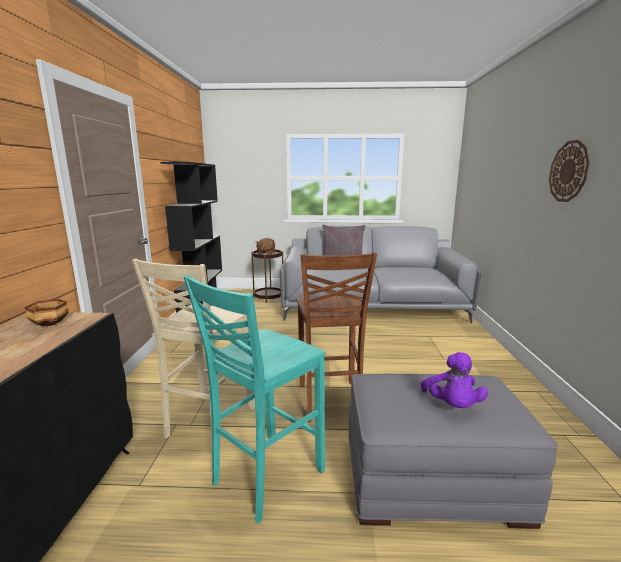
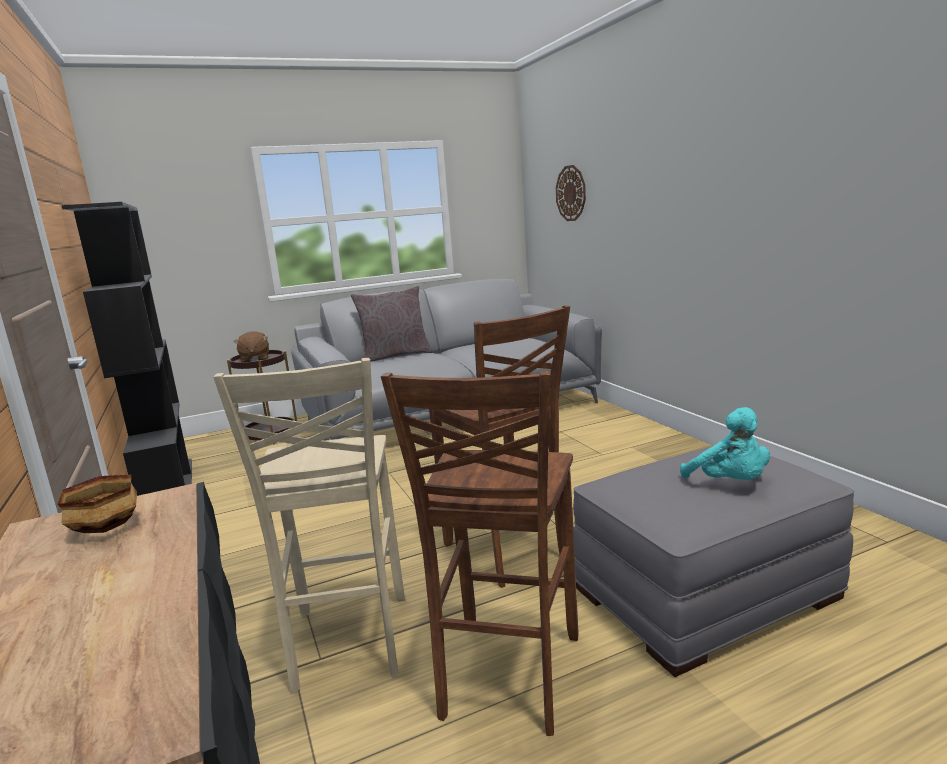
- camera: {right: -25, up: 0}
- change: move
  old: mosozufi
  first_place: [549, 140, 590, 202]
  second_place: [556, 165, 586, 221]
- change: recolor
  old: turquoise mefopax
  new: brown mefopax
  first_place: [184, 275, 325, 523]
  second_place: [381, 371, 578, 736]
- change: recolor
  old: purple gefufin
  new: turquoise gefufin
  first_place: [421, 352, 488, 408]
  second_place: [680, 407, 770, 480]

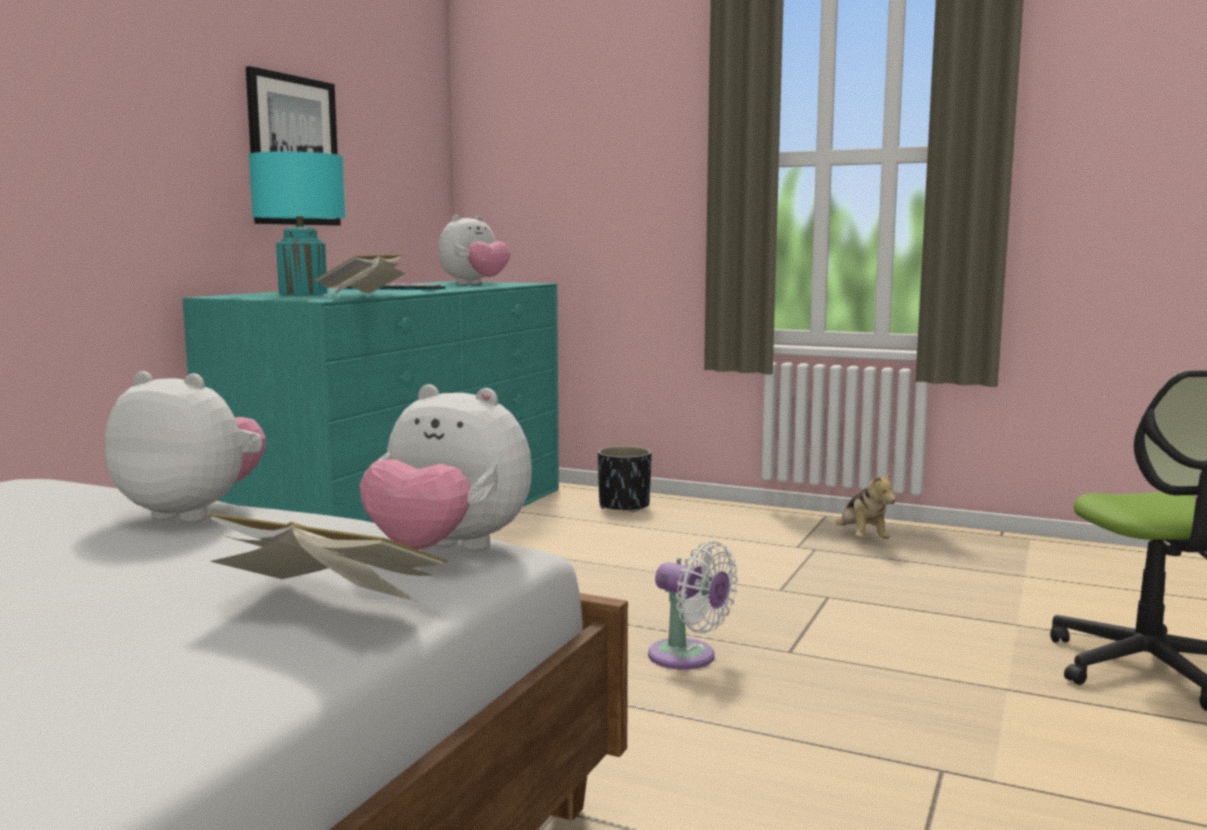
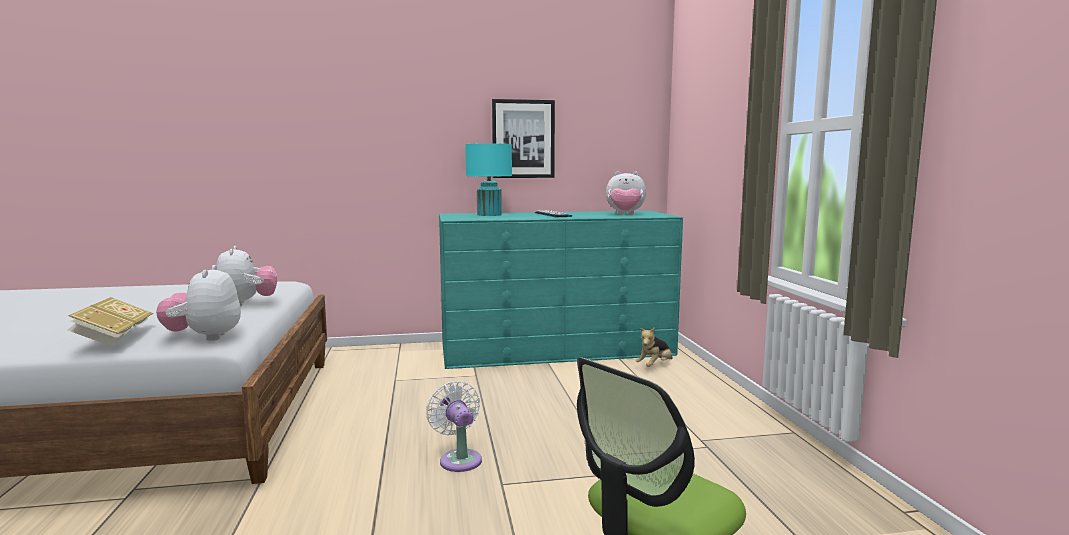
- camera: {right: 55, up: 0}
- change: delete
  old: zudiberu
  first_place: [313, 254, 406, 297]
- change: delete
  old: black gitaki
  first_place: [598, 446, 652, 512]
- change: move
  old: gefufin
  first_place: [836, 471, 896, 539]
  second_place: [635, 327, 672, 367]
- change: rotate
  old: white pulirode
  first_place: [648, 541, 738, 670]
  second_place: [426, 381, 482, 472]
  degrees: 150

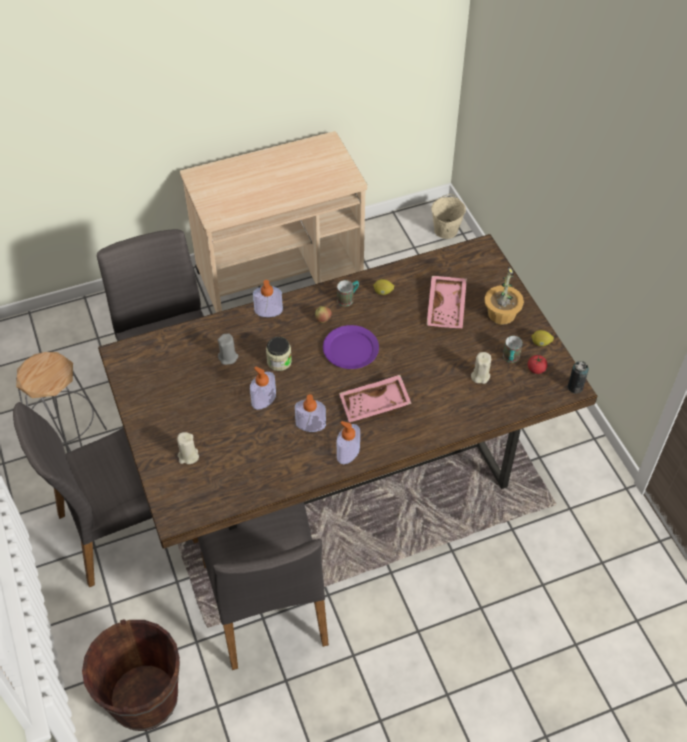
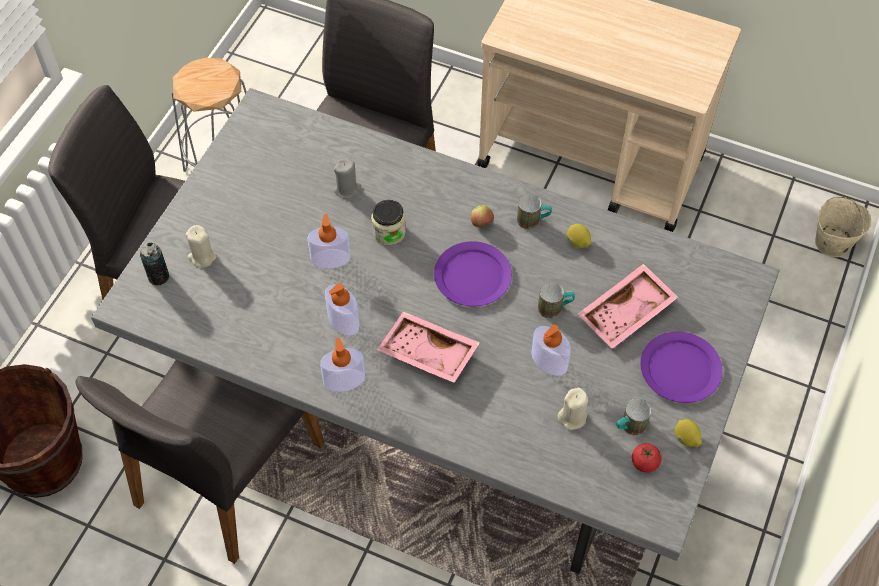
- camera: {right: 45, up: 5}
- change: insert
  new: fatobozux
  second_place: [538, 282, 575, 319]
- change: move
  old: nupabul
  first_place: [253, 280, 283, 317]
  second_place: [531, 325, 571, 376]
- change: move
  old: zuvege
  first_place: [568, 361, 589, 393]
  second_place: [140, 243, 169, 285]
- change: replace
  old: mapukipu
  new: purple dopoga
  first_place: [484, 266, 524, 324]
  second_place: [640, 331, 723, 403]
- change: recolor
  old: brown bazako
  new: grey bazako
  first_place: [98, 234, 597, 549]
  second_place: [91, 88, 779, 574]

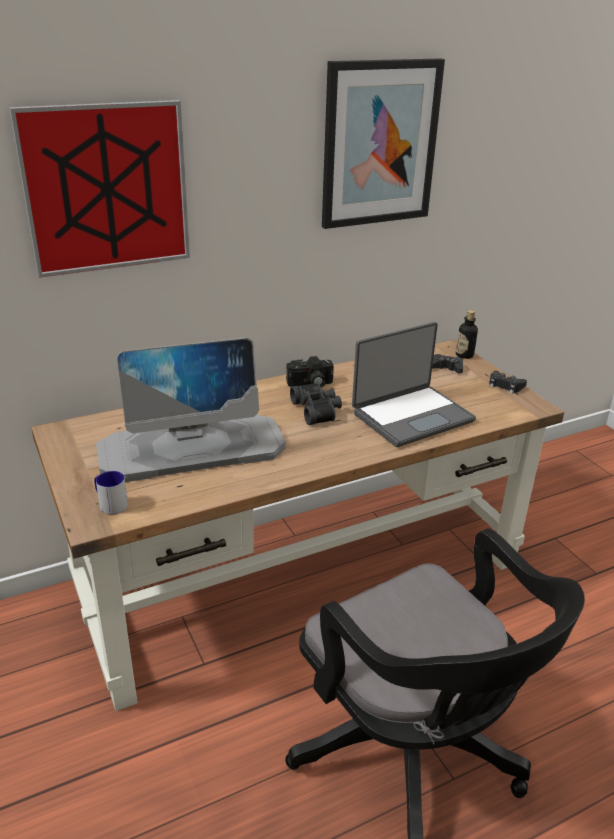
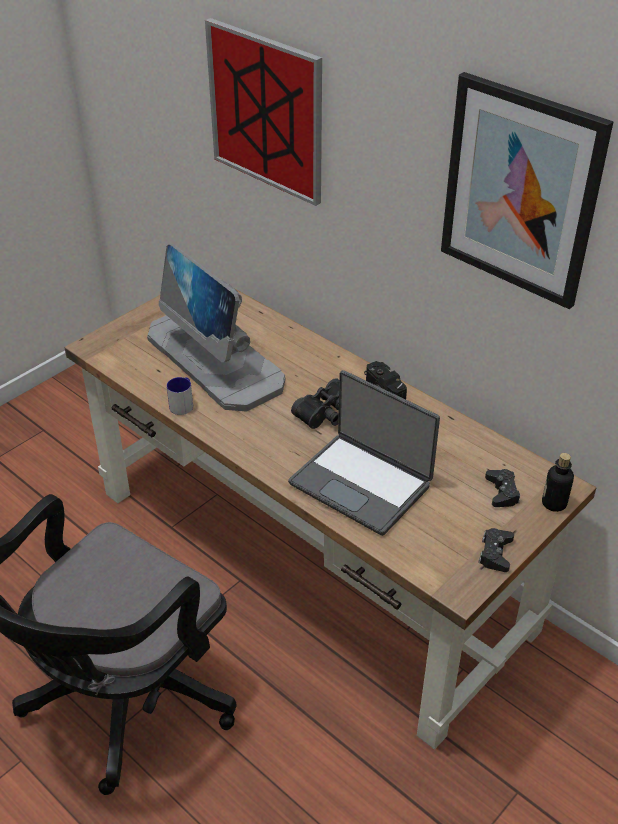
- camera: {right: 70, up: 10}
- change: move
  old: fatobozux
  first_place: [94, 471, 128, 514]
  second_place: [167, 377, 193, 415]

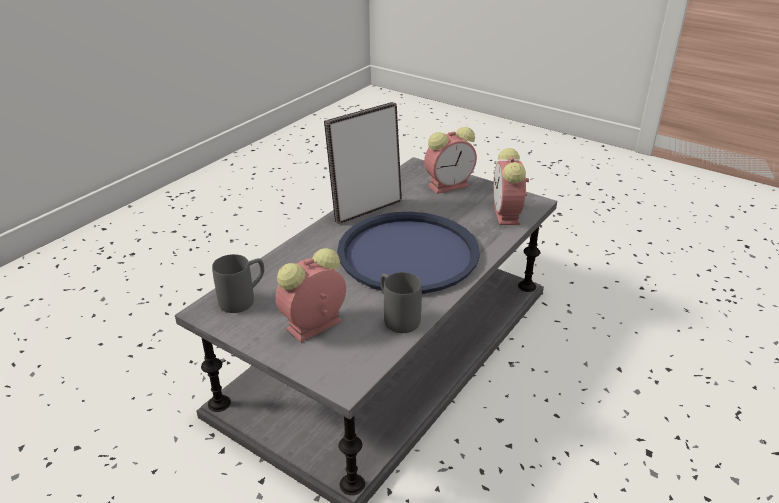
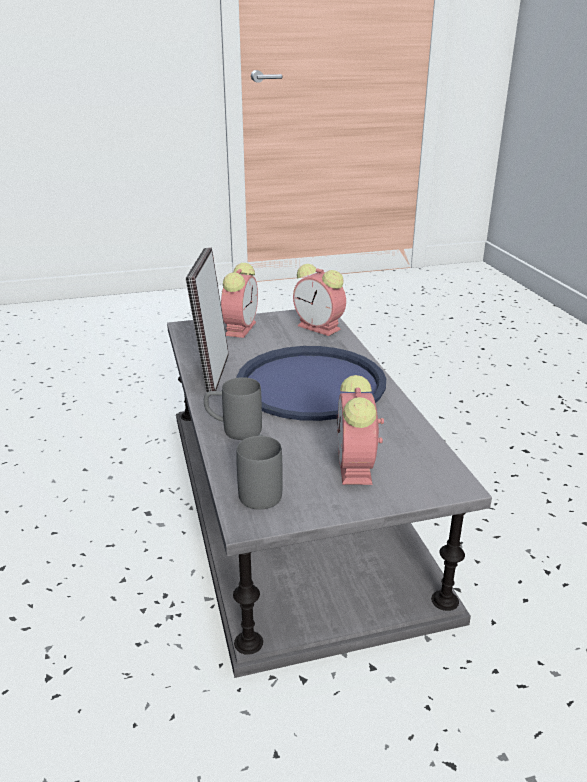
- camera: {right: -50, up: -5}
- change: move
  old: grey fatobozux
  first_place: [380, 272, 422, 333]
  second_place: [204, 377, 262, 440]

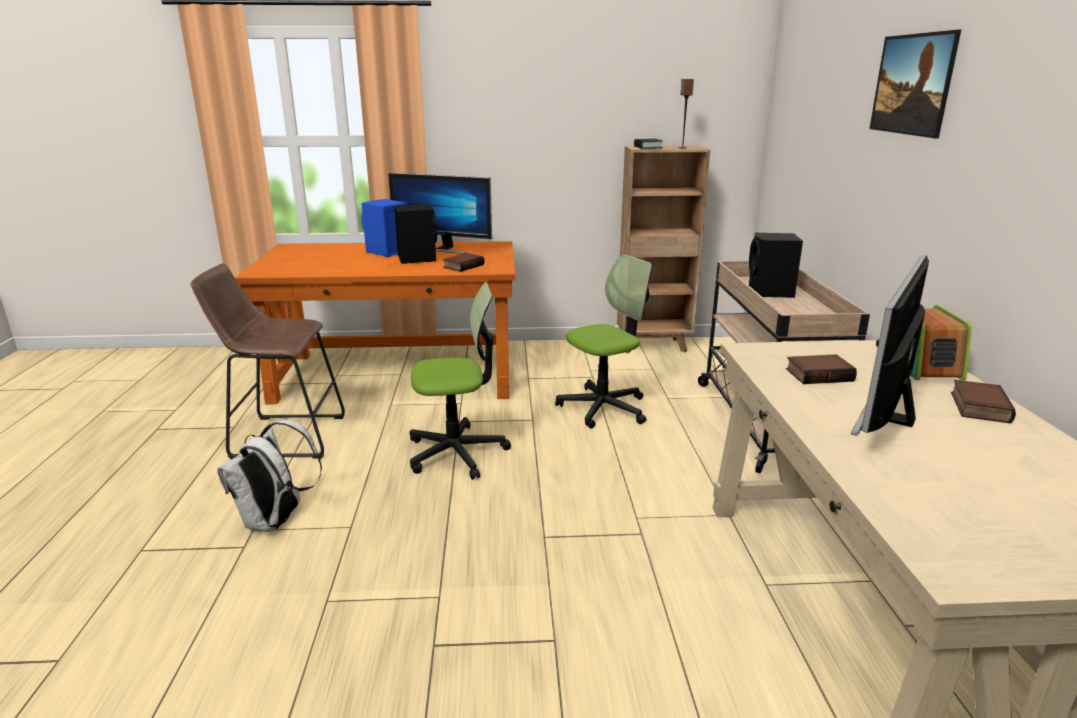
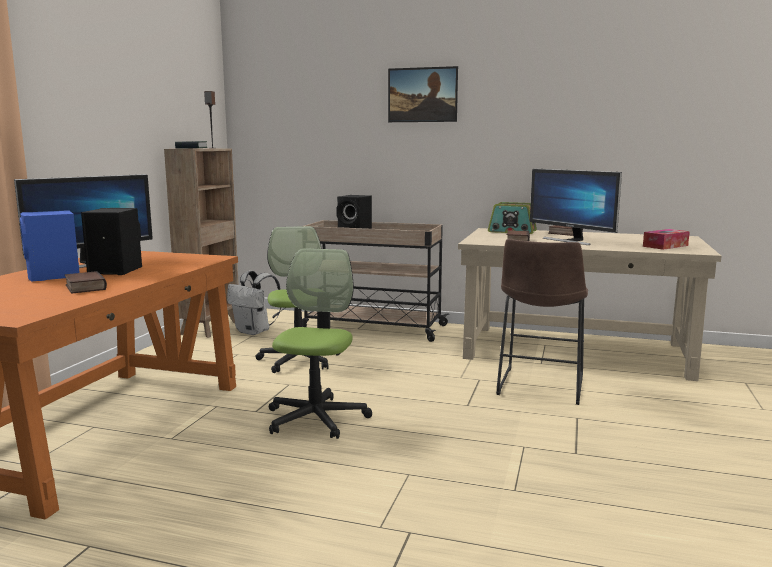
- camera: {right: -70, up: -10}
- change: insert
  new: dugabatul
  second_place: [643, 229, 690, 250]
- change: move
  old: brown mefopax
  first_place: [190, 263, 345, 459]
  second_place: [496, 239, 588, 405]
- change: move
  old: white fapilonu
  first_place: [217, 420, 322, 532]
  second_place: [227, 271, 281, 335]
- change: move
  old: zudiberu
  first_place: [443, 253, 484, 272]
  second_place: [65, 271, 107, 293]

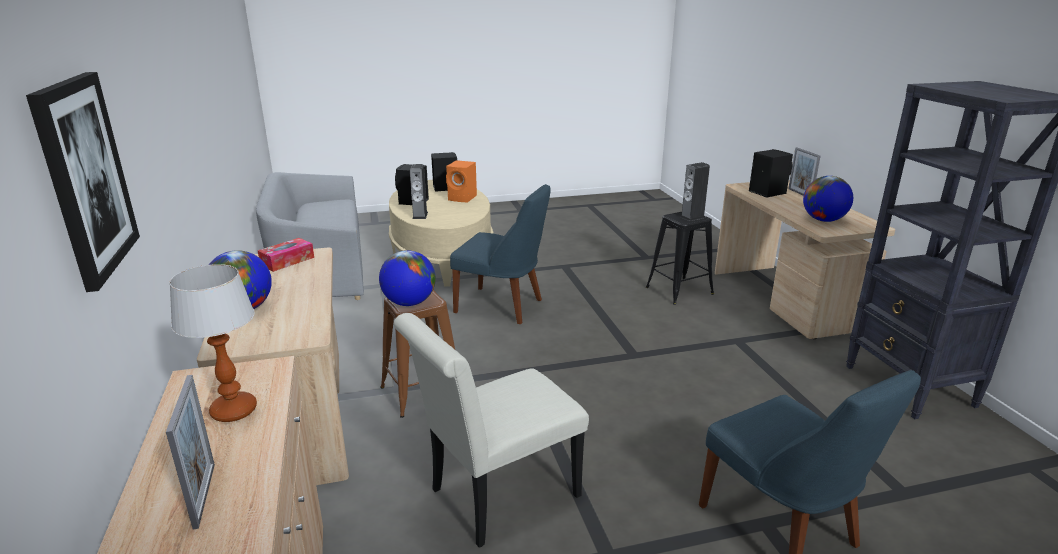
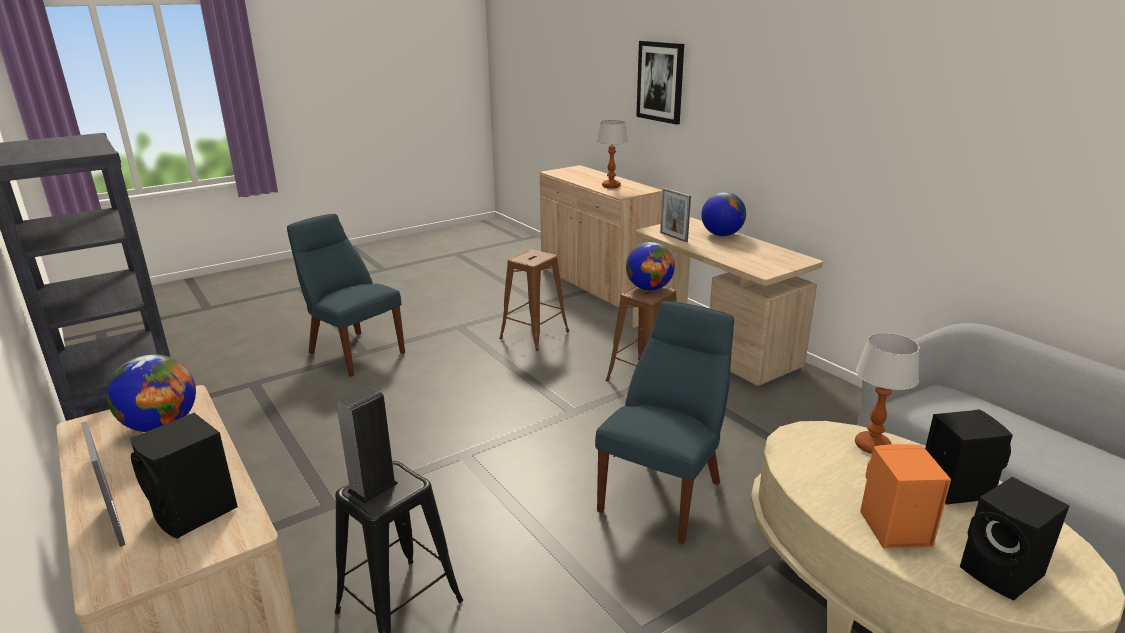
- camera: {right: 160, up: 0}
- change: delete
  old: dugabatul
  first_place: [258, 238, 314, 272]
- change: move
  old: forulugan
  first_place: [166, 375, 215, 530]
  second_place: [660, 188, 691, 242]
- change: replace
  old: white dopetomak
  new: brown mefopax
  first_place: [394, 313, 589, 547]
  second_place: [499, 250, 569, 351]
- change: replace
  old: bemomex
  new: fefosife
  first_place: [410, 164, 428, 219]
  second_place: [855, 333, 920, 454]
- change: rotate
  old: blue dopetomak
  first_place: [450, 184, 551, 324]
  second_place: [595, 301, 734, 544]
  degrees: 120

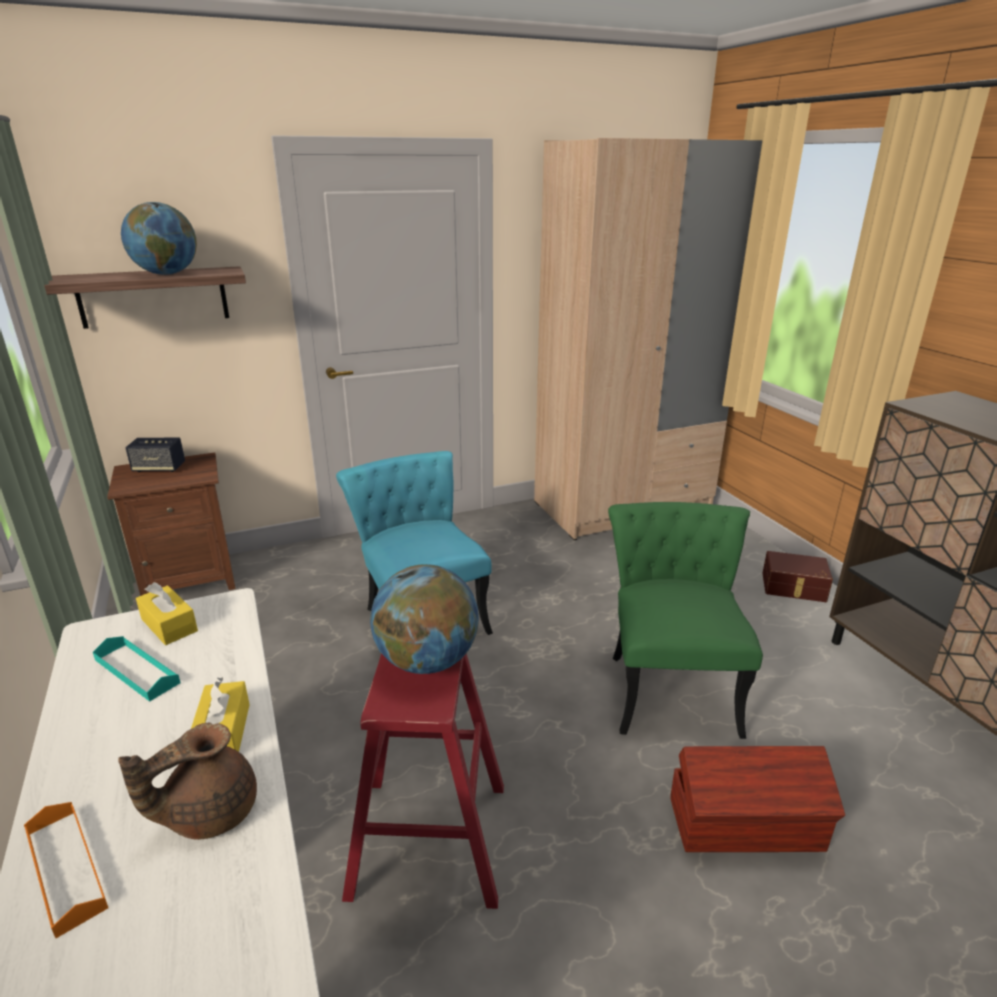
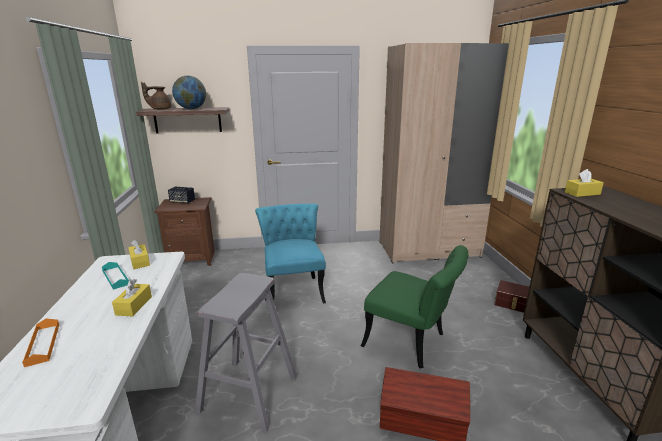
- camera: {right: 15, up: -5}
- change: delete
  old: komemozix
  first_place: [370, 564, 479, 674]
- change: insert
  new: yellow dugabatul
  second_place: [565, 169, 604, 197]
- change: move
  old: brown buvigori
  first_place: [118, 722, 257, 840]
  second_place: [141, 82, 172, 110]
- change: recolor
  old: red mefopax
  new: grey mefopax
  first_place: [342, 653, 504, 909]
  second_place: [195, 273, 297, 433]
- change: rotate
  old: green dopetomak
  first_place: [608, 502, 763, 739]
  second_place: [361, 245, 468, 368]
  degrees: 105

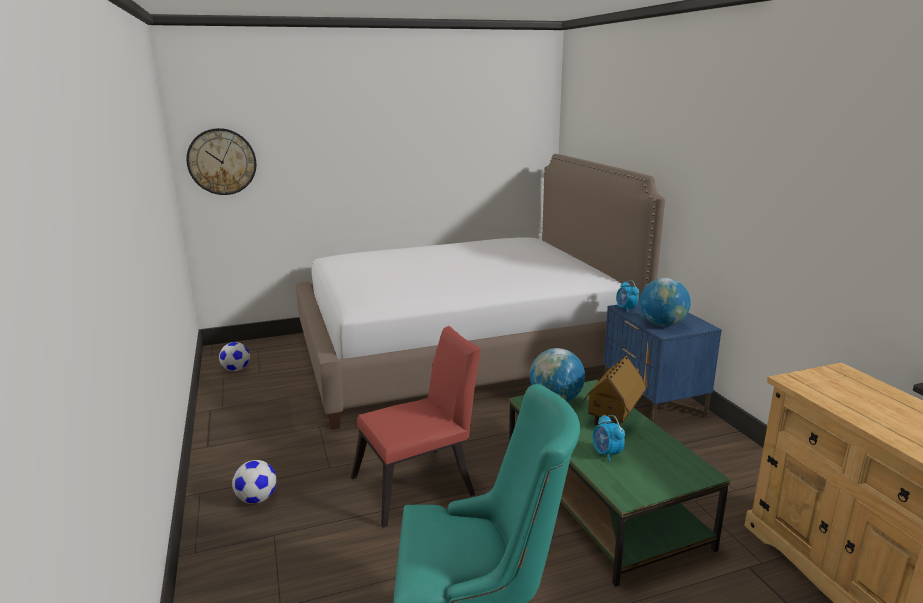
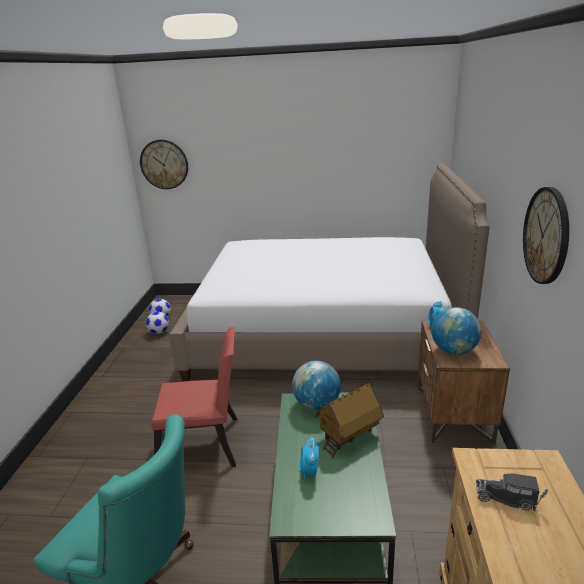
- camera: {right: 25, up: 5}
- change: insert
  new: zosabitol
  second_place: [476, 473, 548, 511]
- change: insert
  new: mosozufi
  second_place: [523, 187, 569, 284]
- change: move
  old: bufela
  first_place: [232, 460, 277, 504]
  second_place: [146, 312, 169, 334]
- change: recolor
  old: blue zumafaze
  new: brown zumafaze
  first_place: [603, 302, 722, 423]
  second_place: [418, 321, 510, 446]

